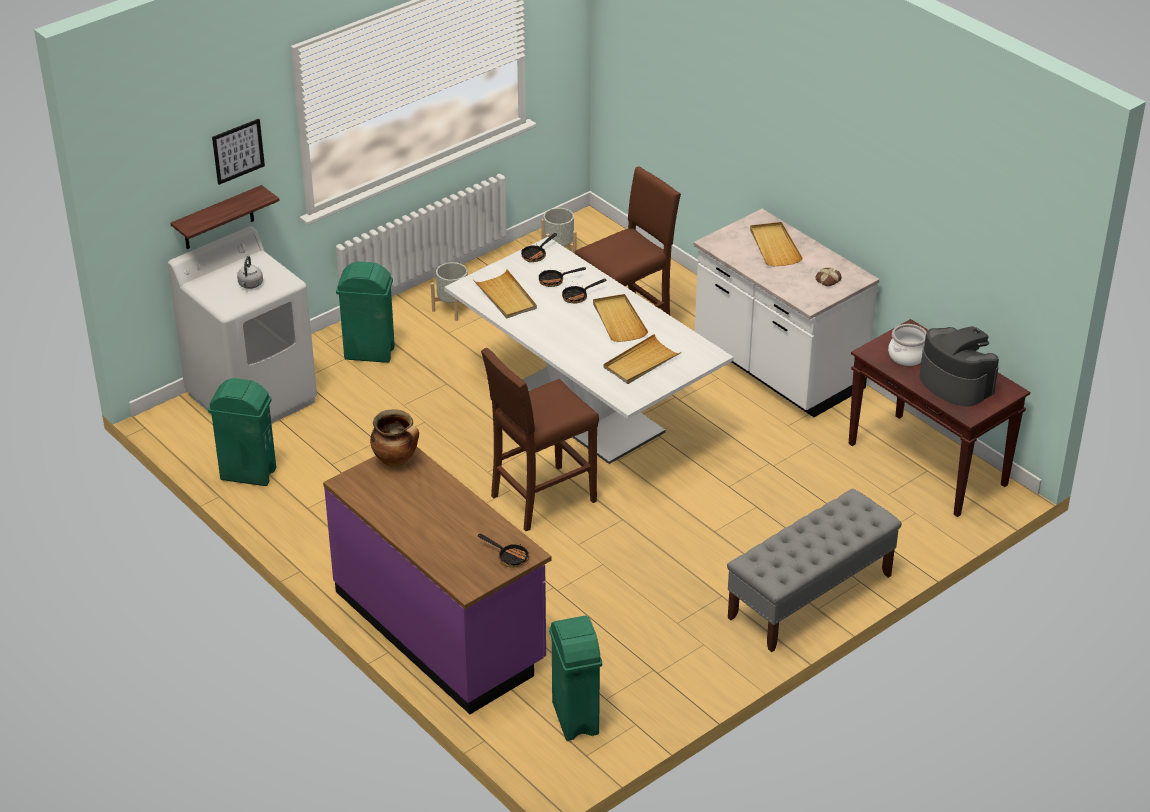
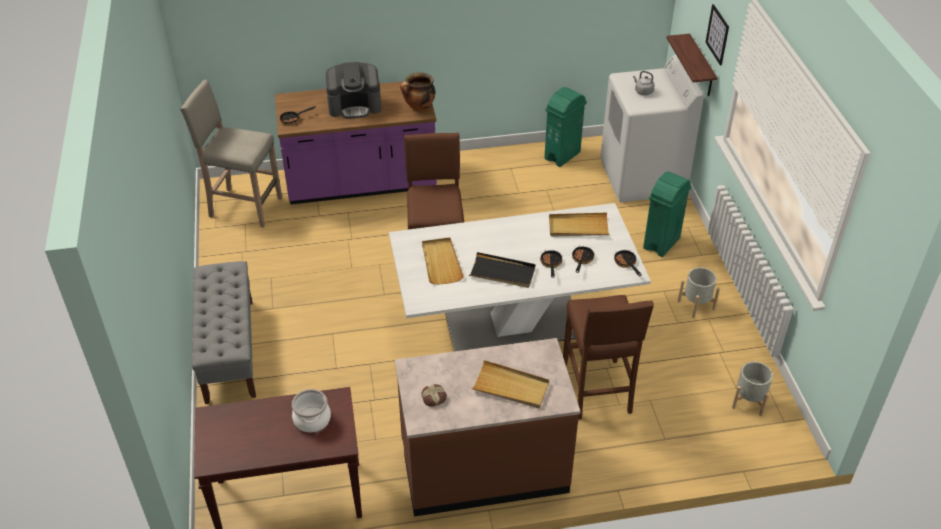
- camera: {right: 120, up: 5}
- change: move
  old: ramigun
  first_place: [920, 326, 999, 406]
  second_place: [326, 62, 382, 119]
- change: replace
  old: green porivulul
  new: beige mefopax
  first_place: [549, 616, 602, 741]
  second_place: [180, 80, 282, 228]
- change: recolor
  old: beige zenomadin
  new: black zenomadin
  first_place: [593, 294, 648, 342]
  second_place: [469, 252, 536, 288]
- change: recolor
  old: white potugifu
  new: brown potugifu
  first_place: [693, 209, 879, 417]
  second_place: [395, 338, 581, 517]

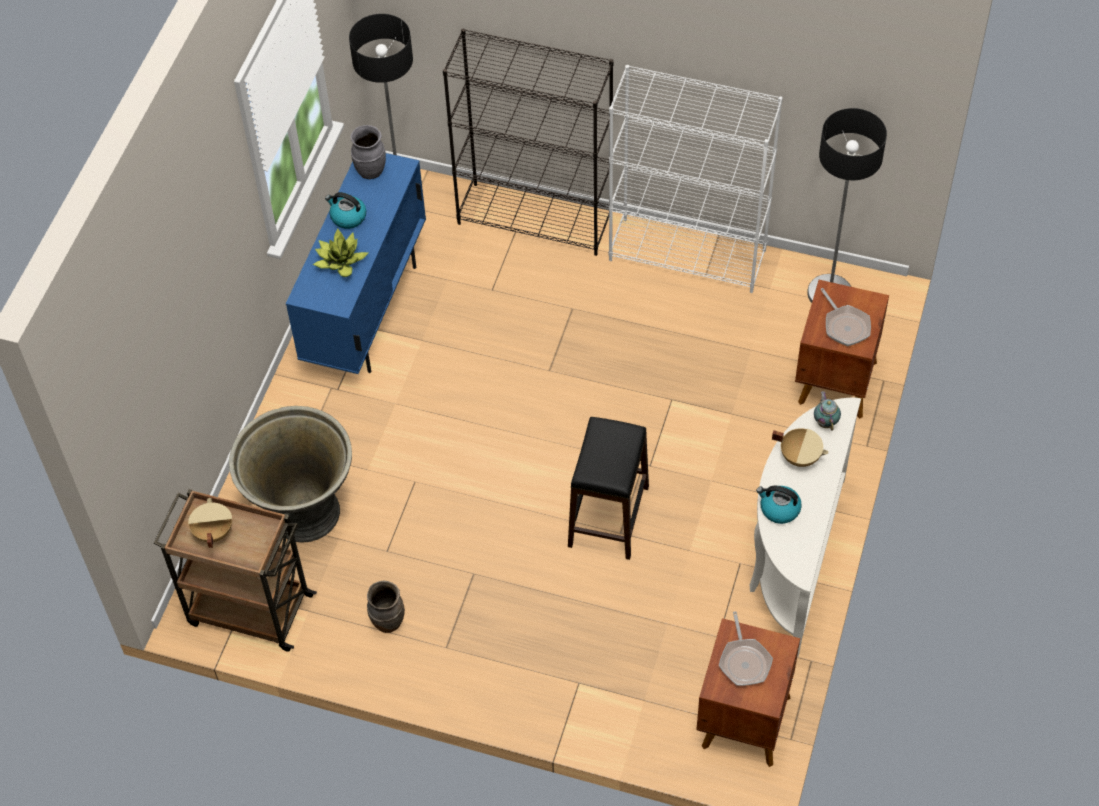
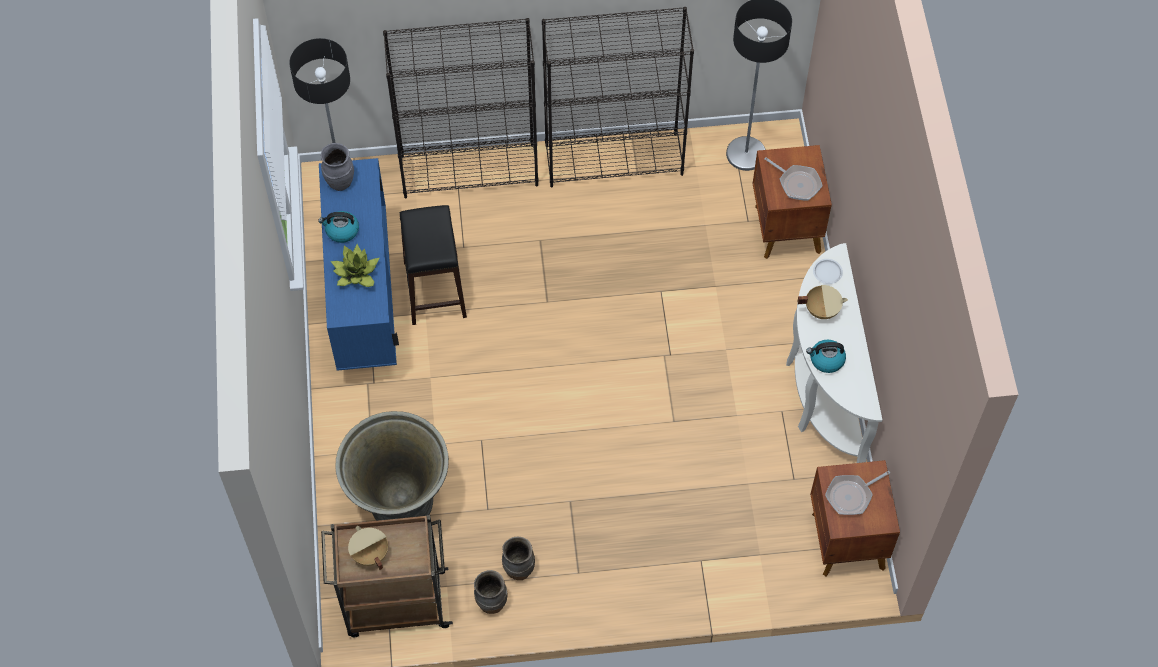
- camera: {right: -25, up: 5}
- change: insert
  new: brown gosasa
  second_place: [474, 570, 508, 614]
- change: move
  old: black mefopax
  first_place: [568, 417, 649, 560]
  second_place: [400, 205, 467, 325]
- change: replace
  old: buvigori
  new: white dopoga
  first_place: [814, 391, 841, 430]
  second_place: [813, 259, 843, 284]
- change: recolor
  old: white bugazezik
  new: black bugazezik
  first_place: [609, 65, 783, 293]
  second_place: [542, 7, 694, 187]
- change: rotate
  old: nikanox
  first_place: [719, 611, 773, 686]
  second_place: [825, 471, 890, 515]
  degrees: 90

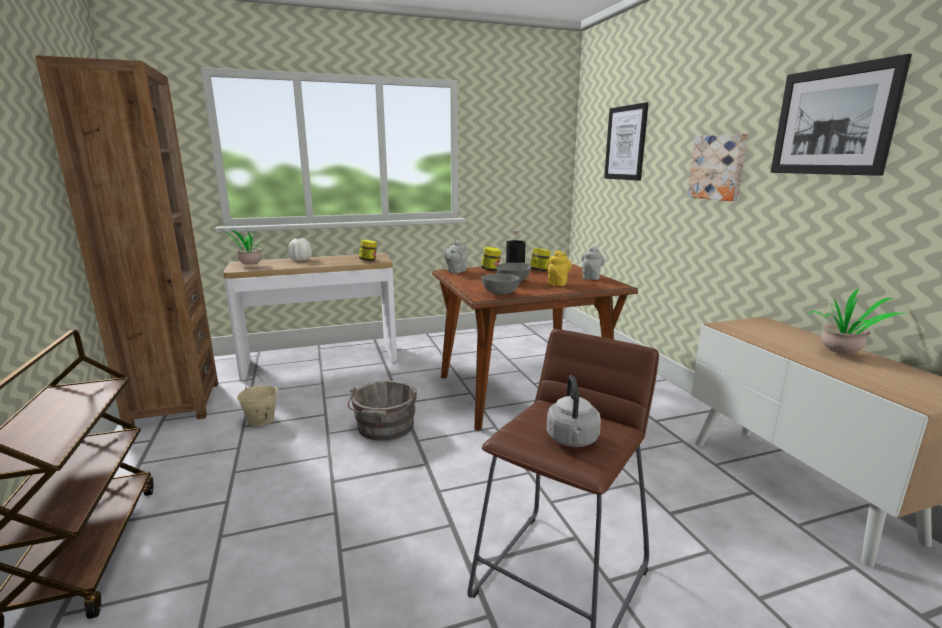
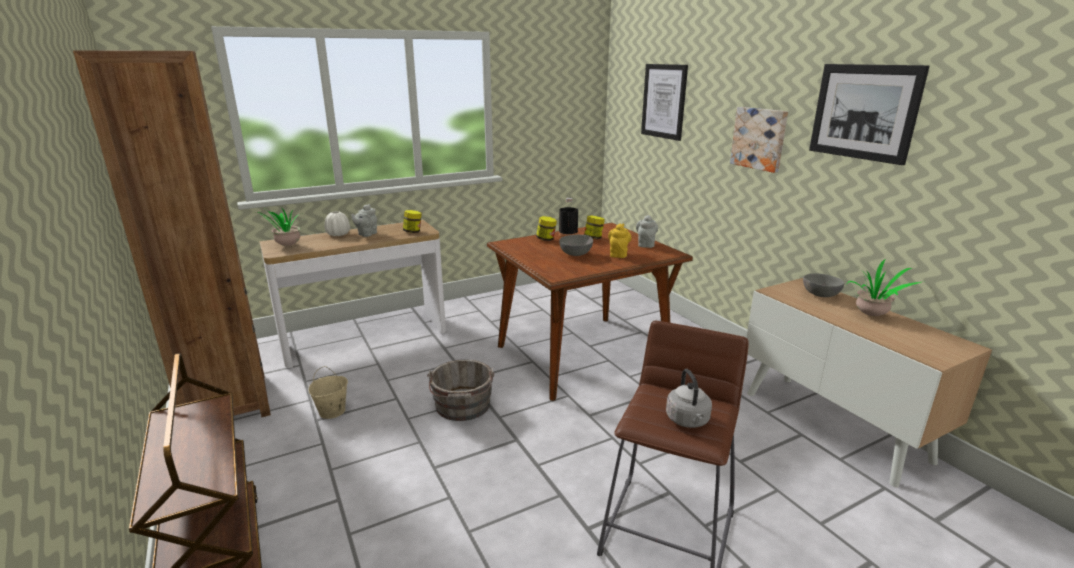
- camera: {right: -10, up: 5}
- change: move
  old: grey buvigori
  first_place: [443, 240, 467, 273]
  second_place: [351, 204, 377, 237]
- change: move
  old: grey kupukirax
  first_place: [481, 273, 520, 295]
  second_place: [803, 273, 845, 297]

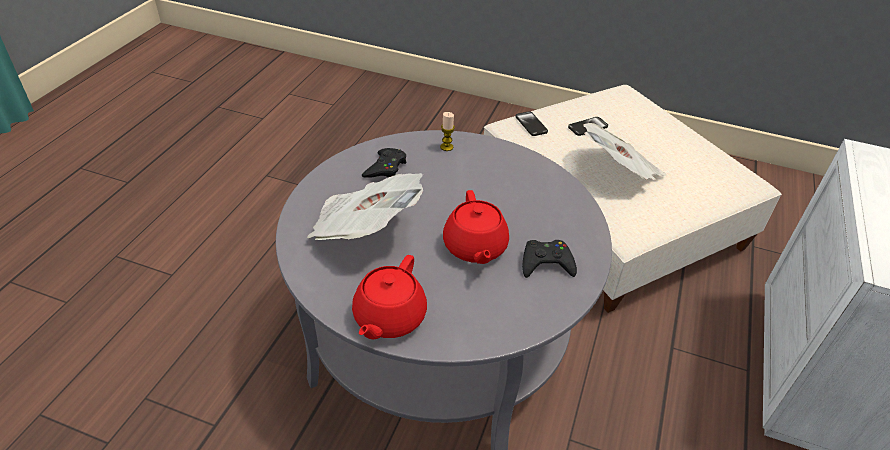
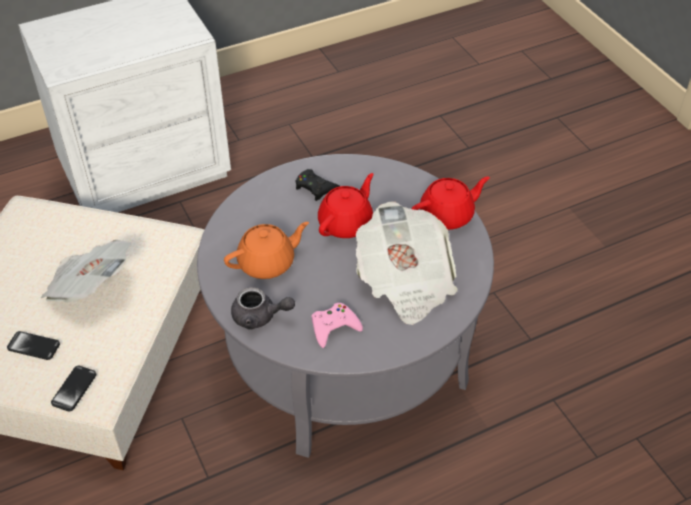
- camera: {right: -135, up: 5}
- change: insert
  new: orange buvigori
  second_place: [224, 222, 309, 279]
- change: replace
  old: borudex
  new: grey buvigori
  first_place: [440, 112, 455, 151]
  second_place: [231, 287, 295, 330]
- change: recolor
  old: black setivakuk
  new: pink setivakuk
  first_place: [362, 148, 407, 178]
  second_place: [312, 303, 363, 348]

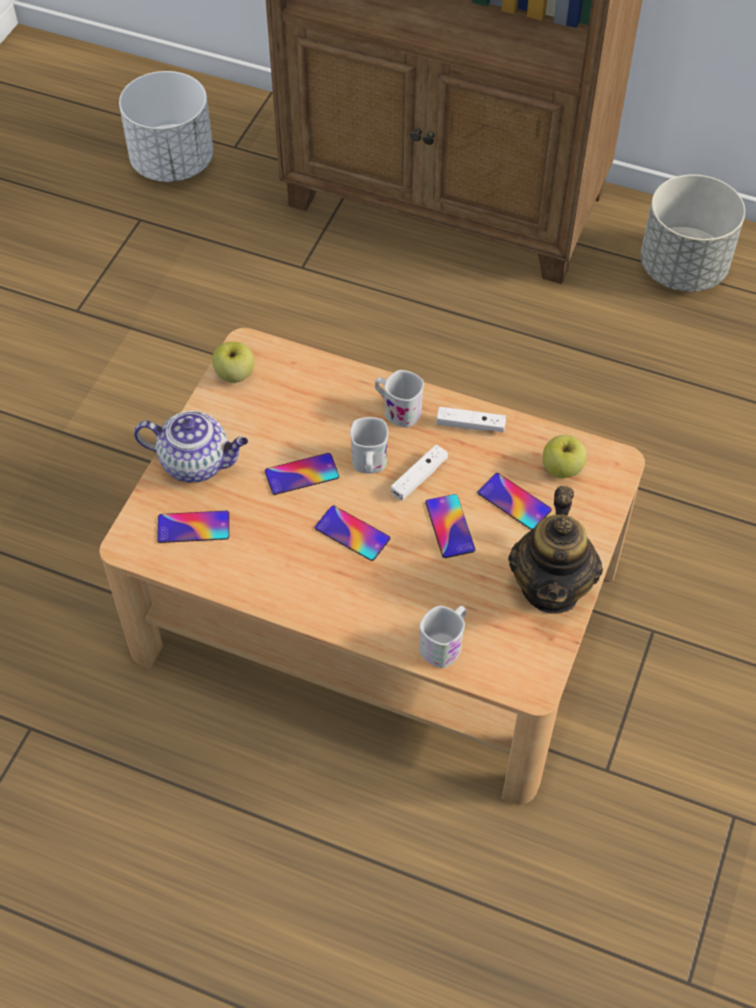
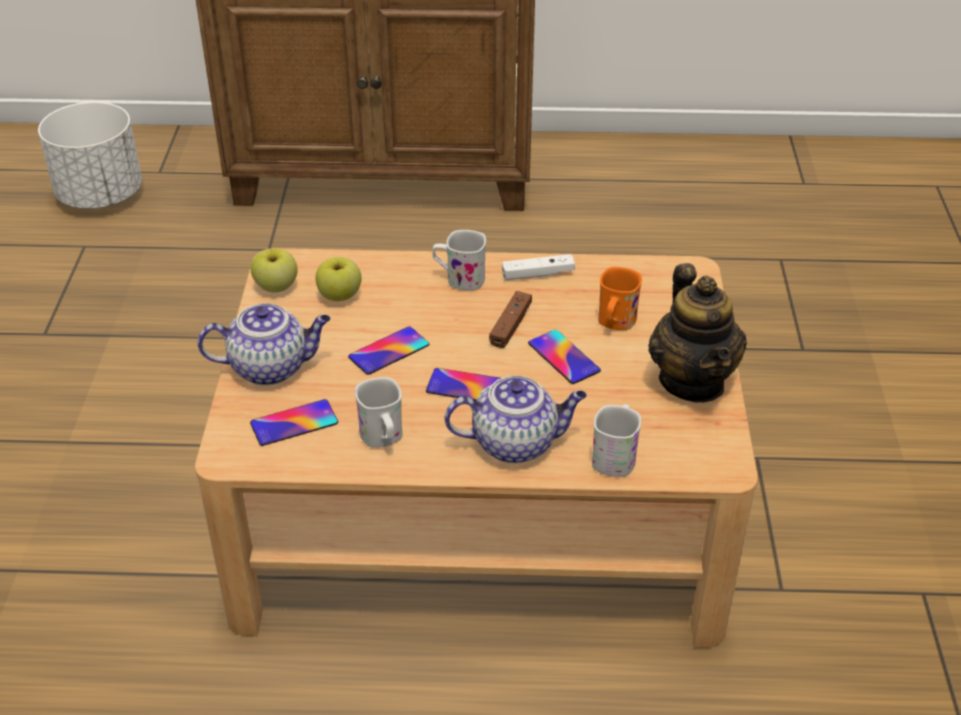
- camera: {right: -20, up: -15}
- change: delete
  old: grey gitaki
  first_place: [640, 174, 745, 292]
- change: insert
  new: buvigori
  second_place: [444, 376, 587, 463]
- change: move
  old: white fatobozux
  first_place: [350, 417, 388, 474]
  second_place: [355, 377, 403, 448]
- change: move
  old: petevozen
  first_place: [543, 435, 587, 478]
  second_place: [316, 257, 361, 301]
- change: replace
  old: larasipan
  new: orange fatobozux
  first_place: [478, 473, 552, 530]
  second_place: [598, 267, 642, 330]
- change: recolor
  old: white setivakuk
  new: brown setivakuk
  first_place: [391, 445, 448, 501]
  second_place: [489, 291, 532, 348]

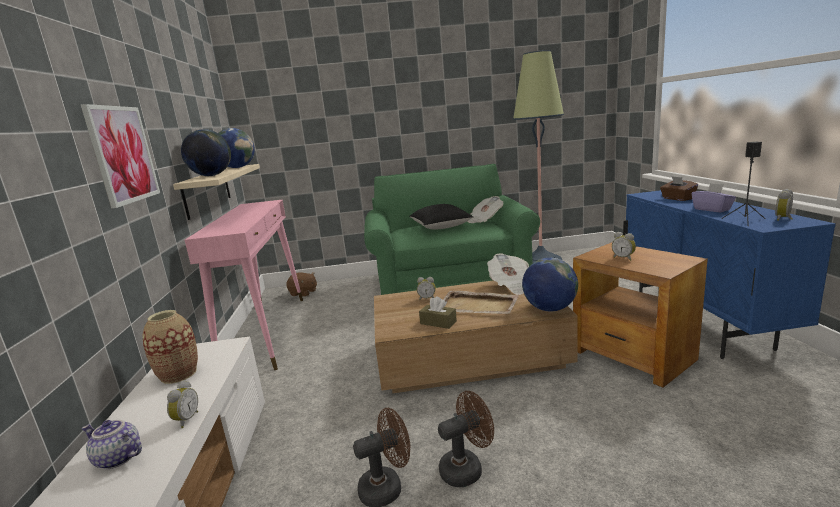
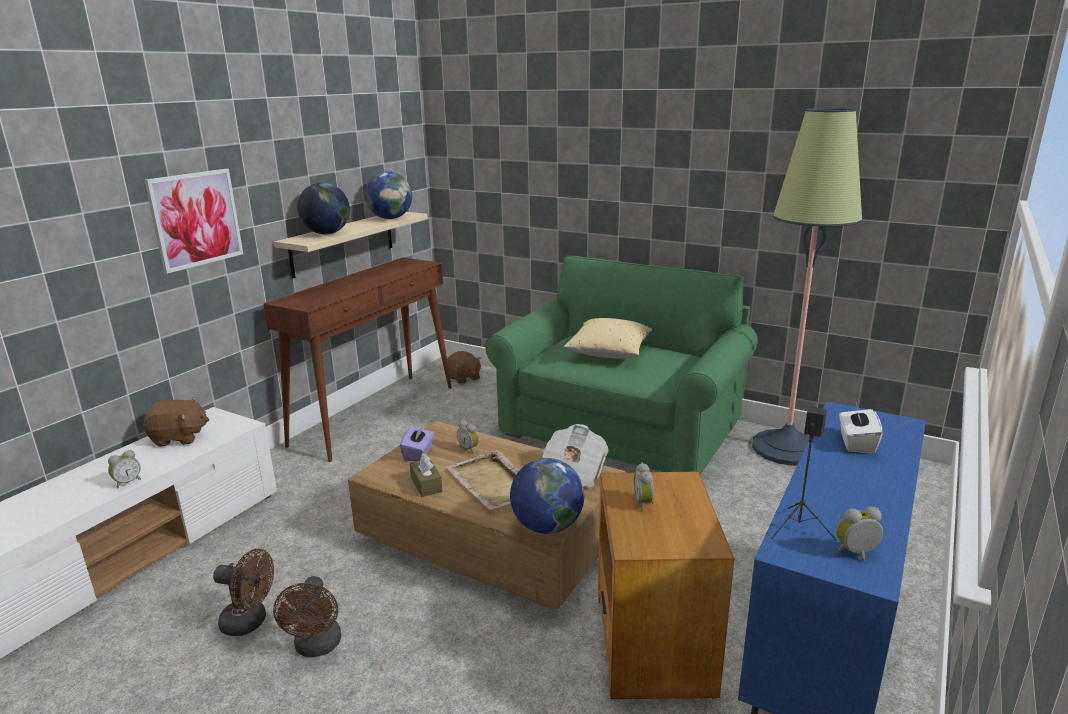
- camera: {right: 35, up: 5}
- change: delete
  old: buvigori
  first_place: [82, 420, 142, 469]
- change: delete
  old: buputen
  first_place: [467, 196, 504, 223]
- change: move
  old: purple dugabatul
  first_place: [692, 183, 736, 212]
  second_place: [400, 425, 434, 461]
- change: replace
  old: gosasa
  new: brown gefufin
  first_place: [143, 310, 198, 384]
  second_place: [144, 397, 209, 447]
- change: recolor
  old: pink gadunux
  new: brown gadunux
  first_place: [185, 200, 303, 370]
  second_place: [263, 257, 452, 462]
- change: recolor
  old: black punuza
  new: beige punuza
  first_place: [409, 204, 473, 230]
  second_place: [564, 318, 652, 359]
- change: recolor
  old: brown dugabatul
  new: white dugabatul
  first_place: [660, 176, 698, 201]
  second_place: [839, 404, 883, 454]
- change: rotate
  old: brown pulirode
  first_place: [438, 391, 494, 487]
  second_place: [273, 576, 341, 657]
  degrees: 75

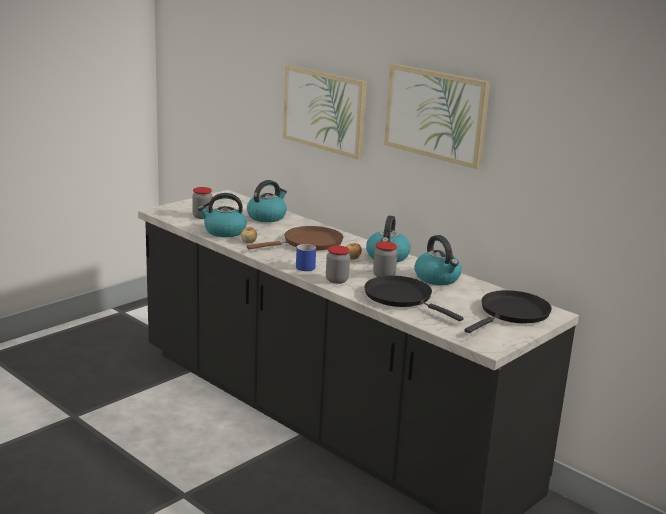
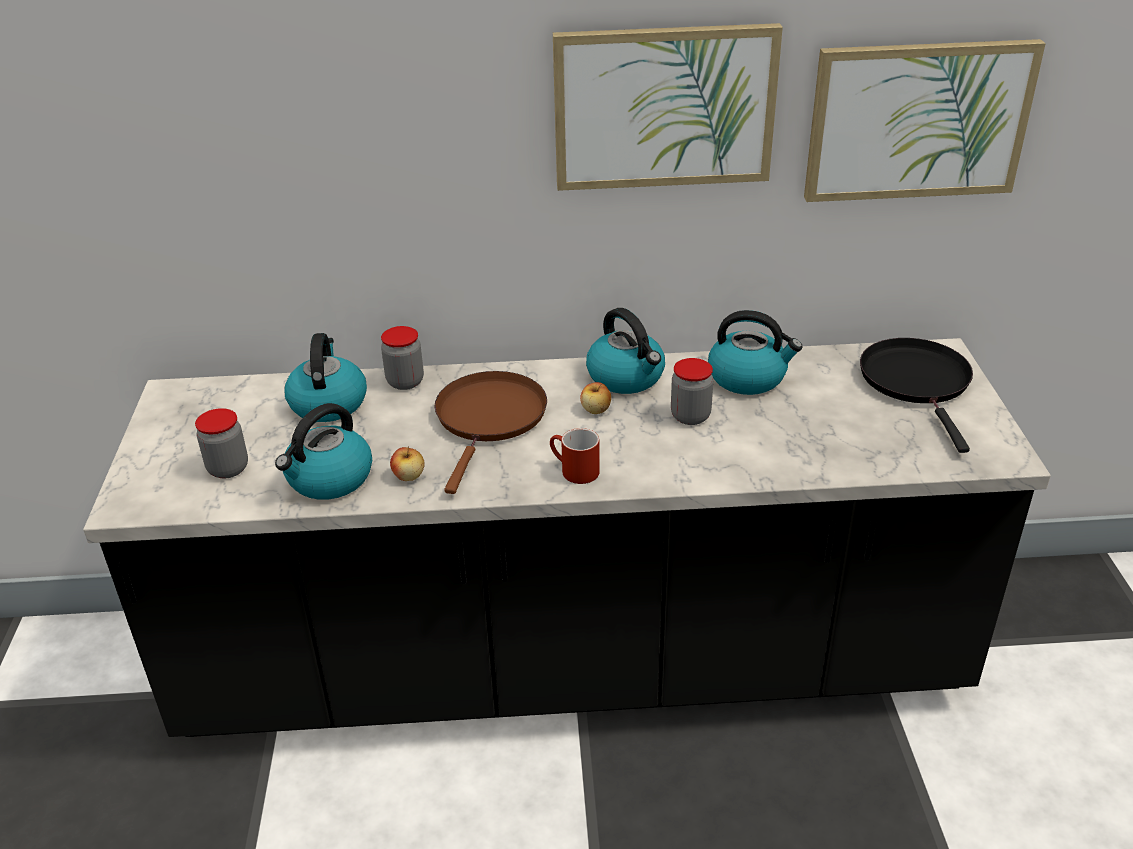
- camera: {right: -45, up: 15}
- change: delete
  old: black nikanox
  first_place: [364, 276, 464, 321]
- change: move
  old: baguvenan
  first_place: [283, 65, 367, 159]
  second_place: [804, 39, 1046, 202]
- change: move
  old: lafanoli
  first_place: [326, 245, 350, 284]
  second_place: [381, 326, 424, 390]
- change: recolor
  old: blue fatobozux
  new: red fatobozux
  first_place: [296, 244, 316, 271]
  second_place: [550, 428, 600, 484]

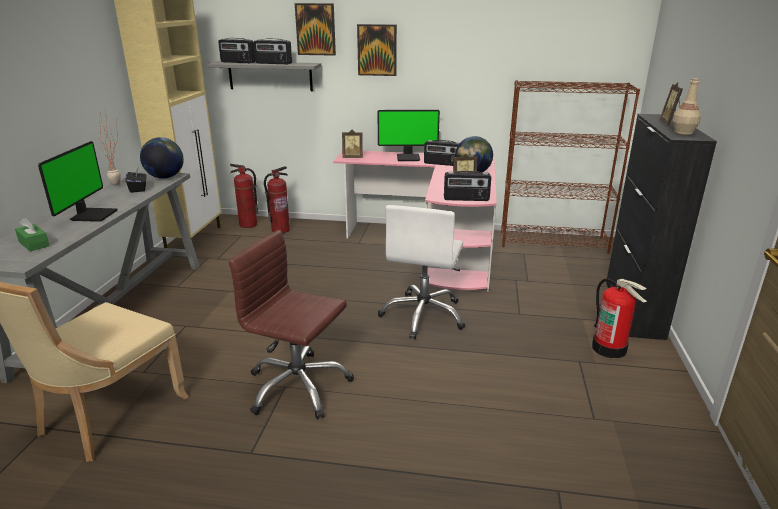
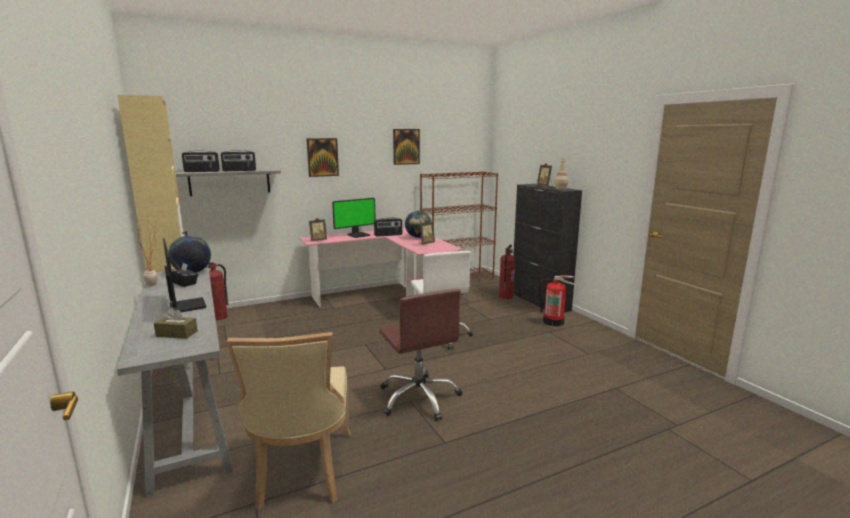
- camera: {right: -35, up: -10}
- change: delete
  old: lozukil
  first_place: [444, 171, 491, 201]
- change: move
  old: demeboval
  first_place: [264, 166, 290, 233]
  second_place: [499, 245, 516, 299]
- change: move
  old: baguvenan
  first_place: [295, 3, 336, 56]
  second_place: [393, 129, 420, 165]
- change: recolor
  old: green dugabatul
  new: brown dugabatul
  first_place: [15, 217, 50, 251]
  second_place: [154, 307, 198, 339]
- change: rotate
  old: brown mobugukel
  first_place: [229, 230, 354, 420]
  second_place: [379, 289, 462, 421]
  degrees: -105

